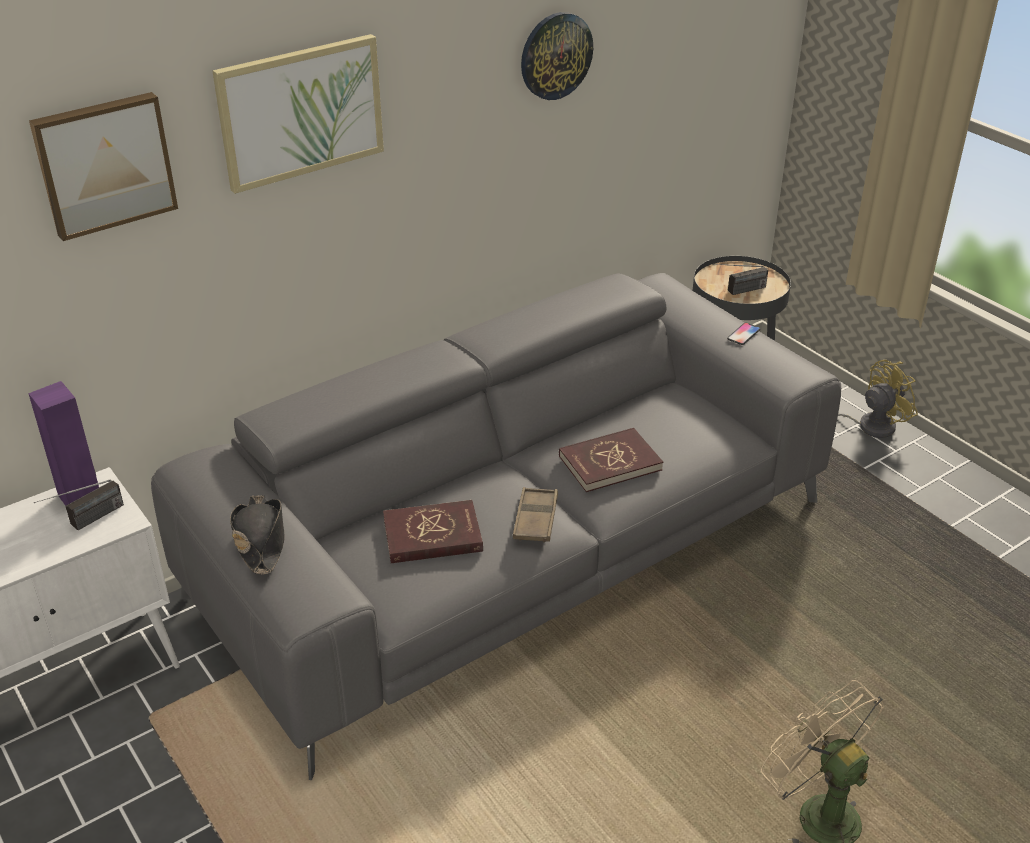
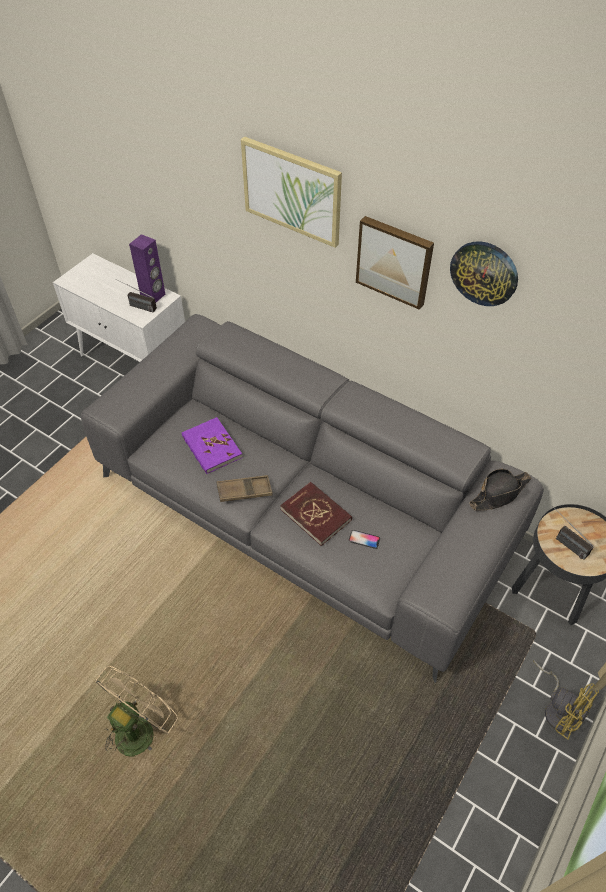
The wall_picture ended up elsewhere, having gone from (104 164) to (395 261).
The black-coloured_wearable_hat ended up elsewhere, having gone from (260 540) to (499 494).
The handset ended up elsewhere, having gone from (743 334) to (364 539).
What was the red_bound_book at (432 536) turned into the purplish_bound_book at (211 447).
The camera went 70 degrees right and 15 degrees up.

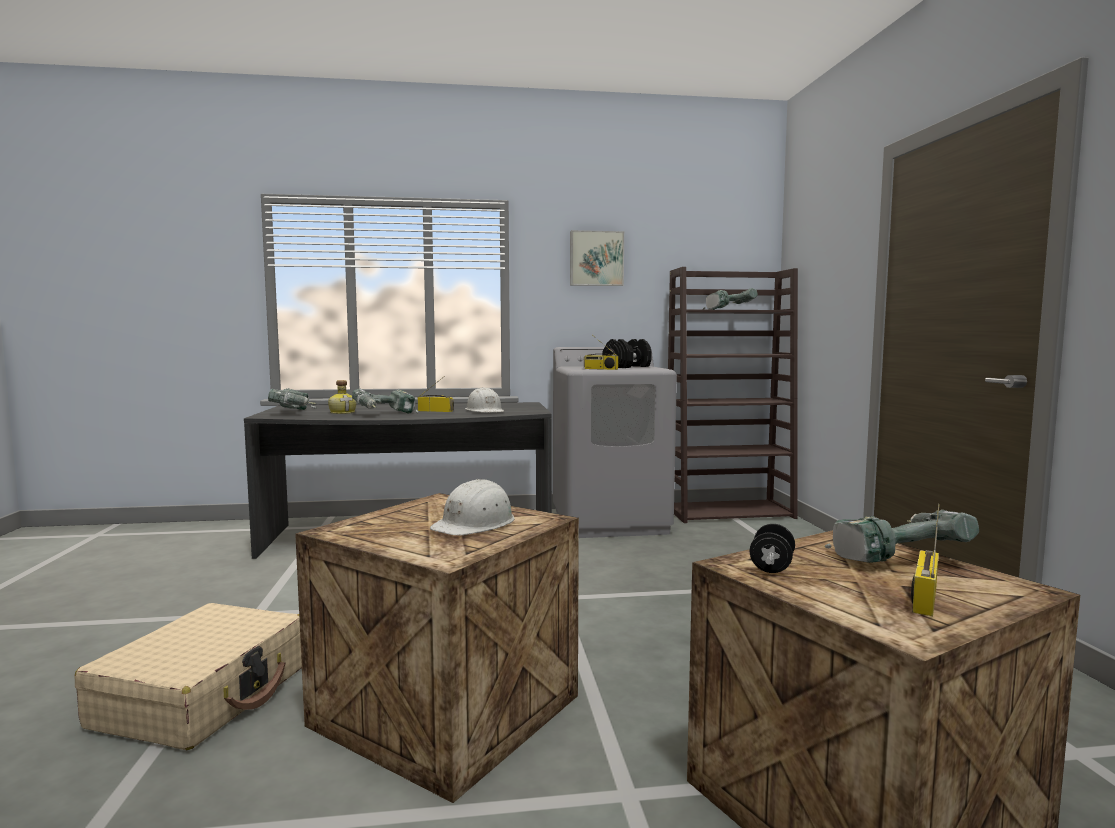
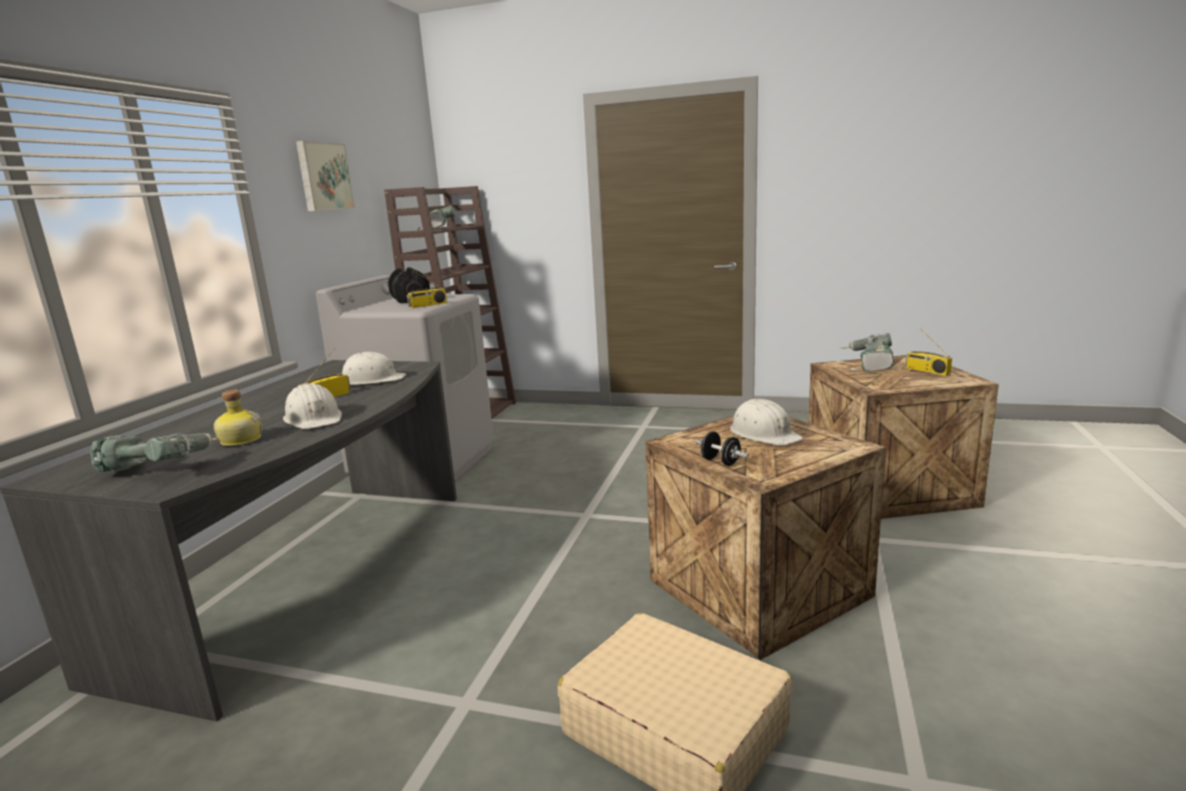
The black-coloured_free_weight ended up elsewhere, having gone from (771 567) to (720 461).
Where the electric_drill stood at (386 414), the whitish_safety_helmet came to stand at (314 418).
The camera went 65 degrees left and 10 degrees up.

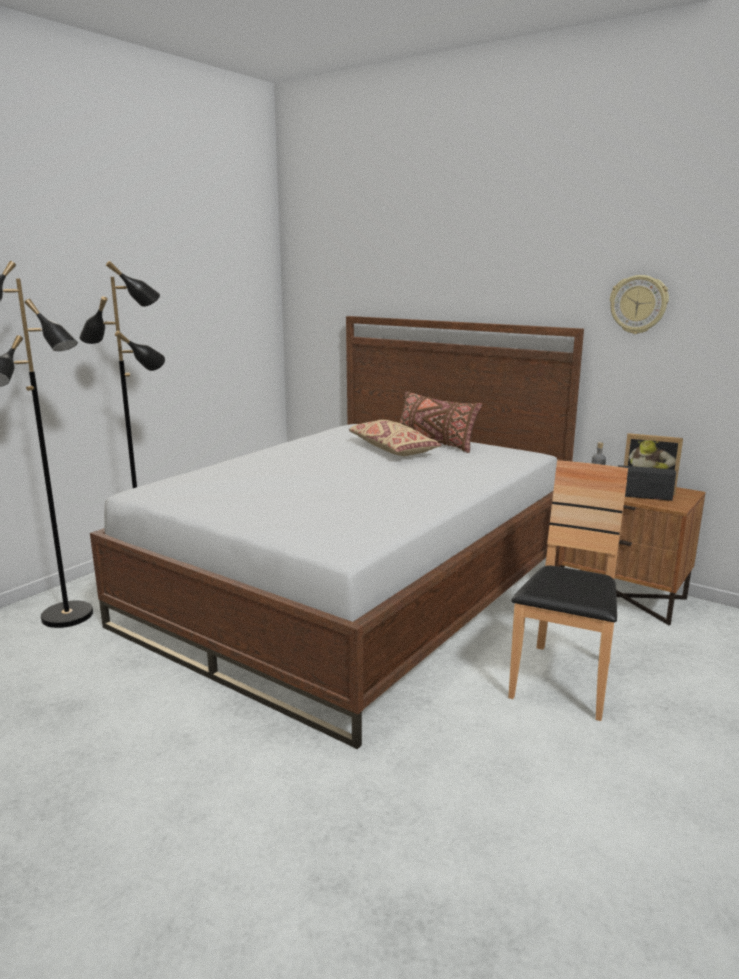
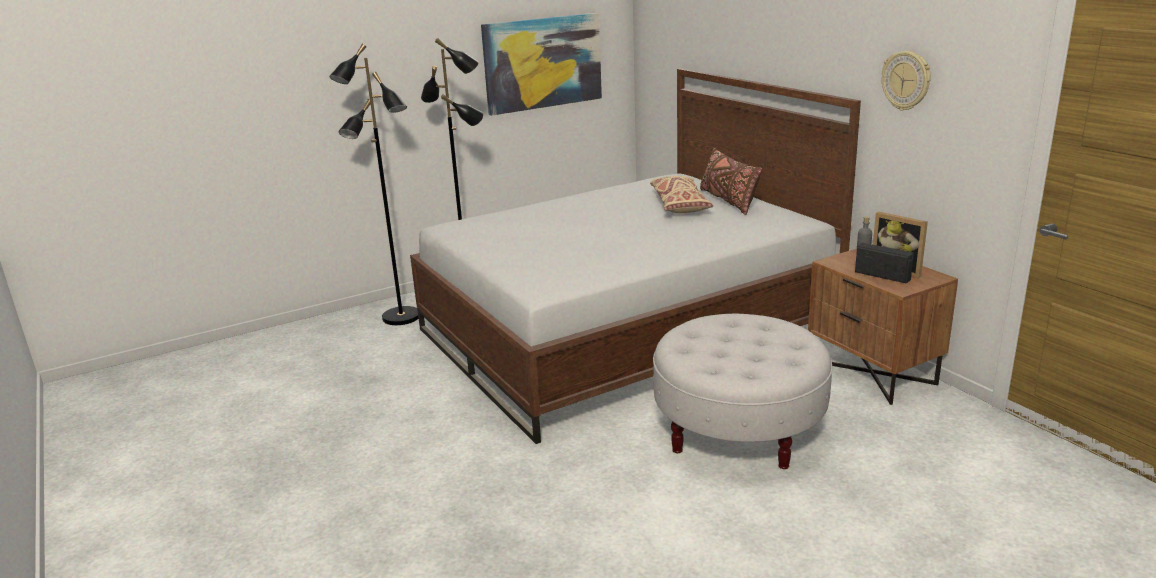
The second view gained the wall_picture at (543 63).
Where the brownish_upright_chair stood at (563 681), the whitish_footrest came to stand at (739 430).
The camera went 25 degrees right and 5 degrees up.

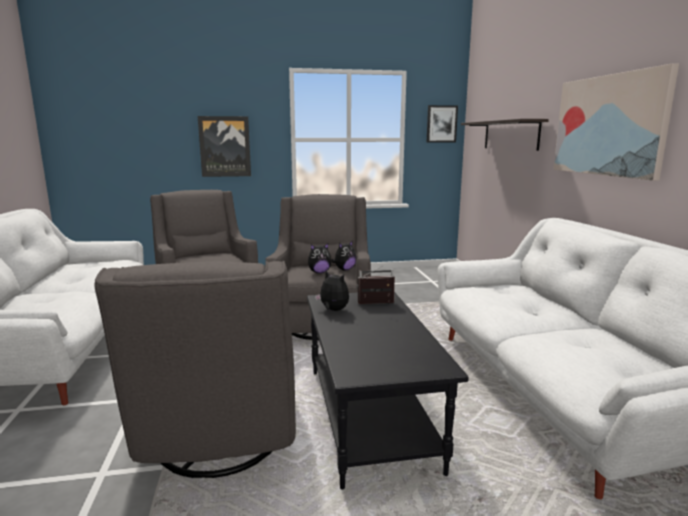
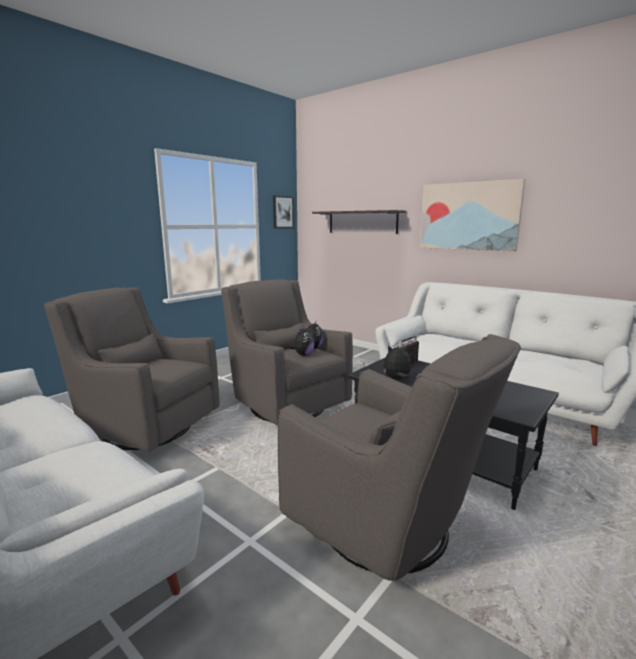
The second view lost the wall_picture at (225 146).
The camera went 40 degrees left and 0 degrees up.

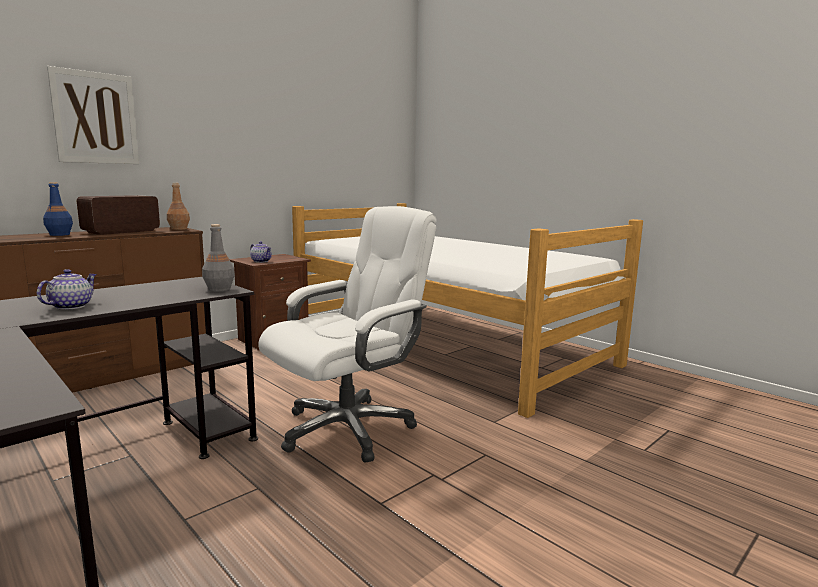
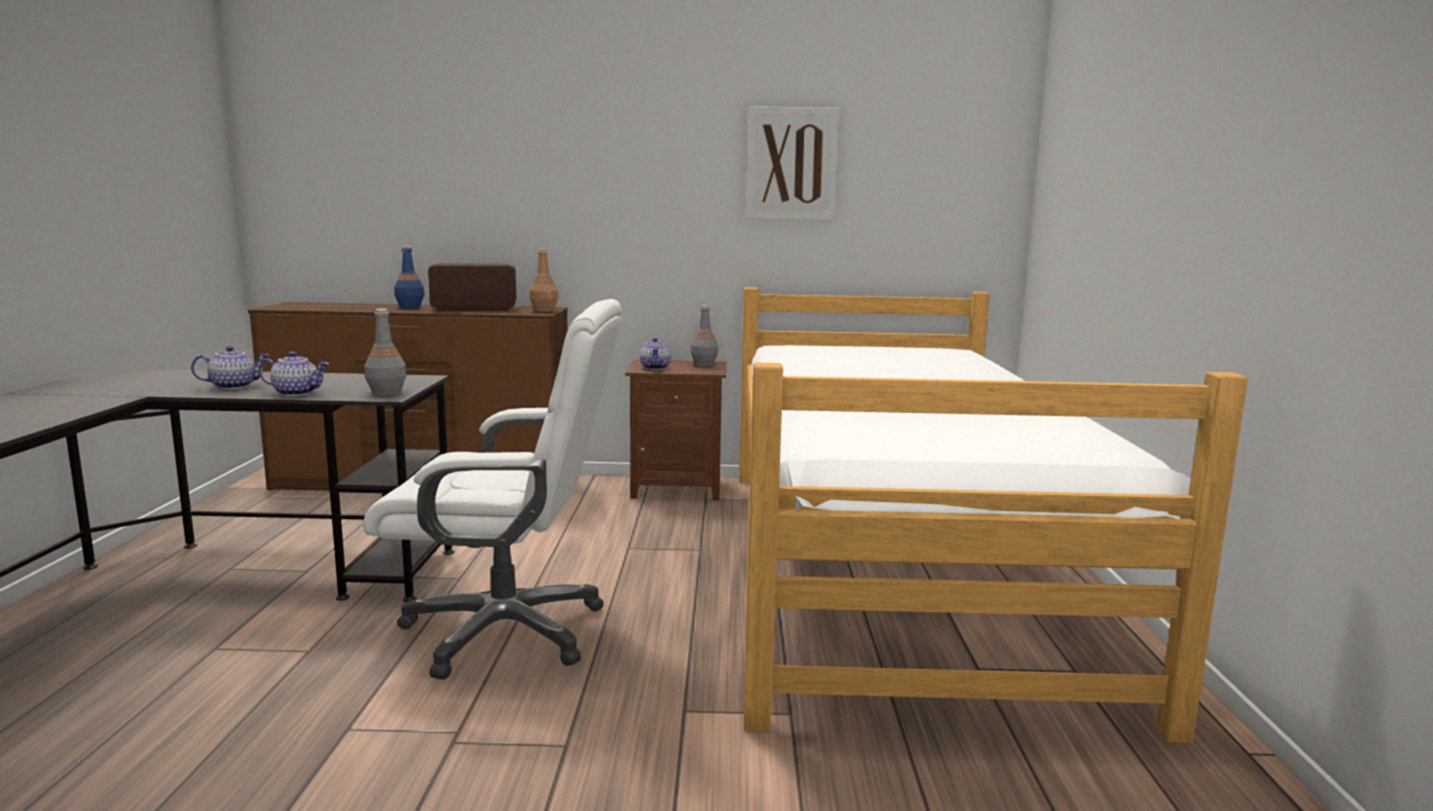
The second view gained the pot_for_tea at (297 393).
The second view gained the gray_bottle at (704 364).
The wall_picture ended up elsewhere, having gone from (95 118) to (792 164).
The camera went 45 degrees right and 0 degrees up.

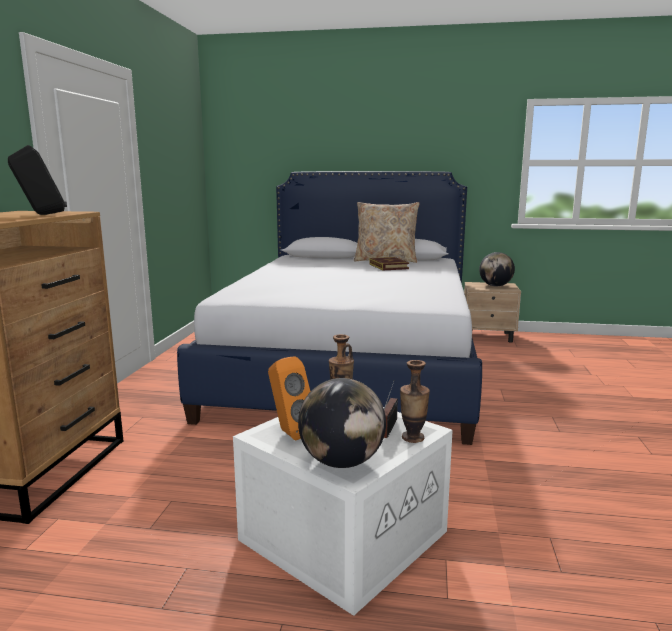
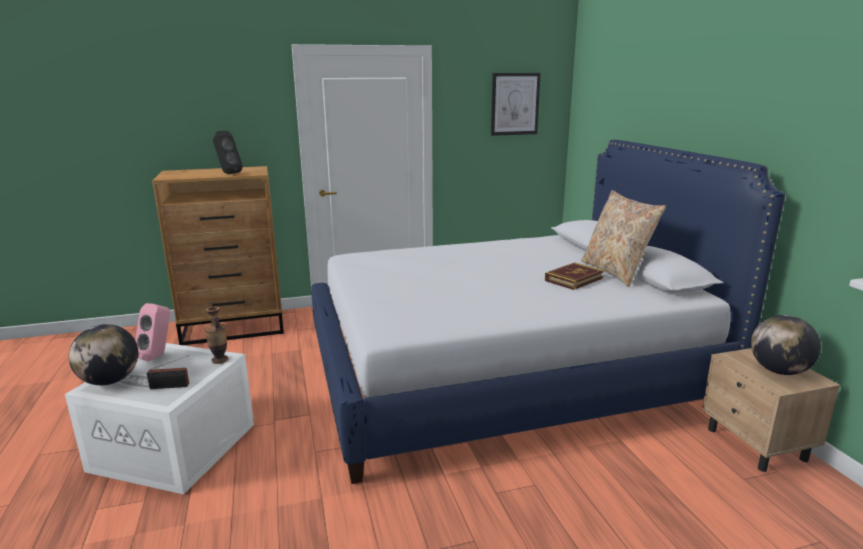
The second view lost the decorative_vase at (413 438).
The second view gained the wall_picture at (515 104).
What was the orangey_audio_speaker at (289 433) turned into the pinkish_audio_speaker at (158 355).
The camera went 65 degrees right and 5 degrees up.

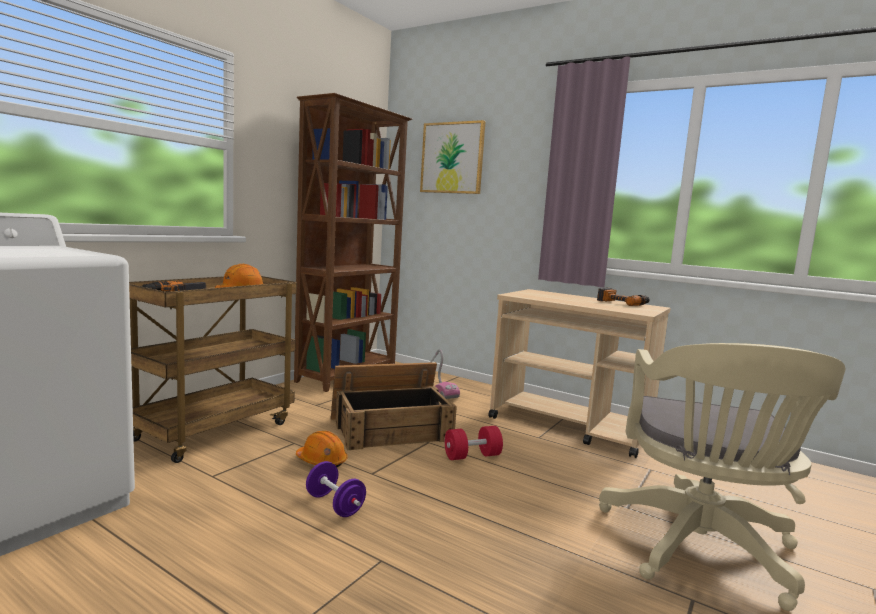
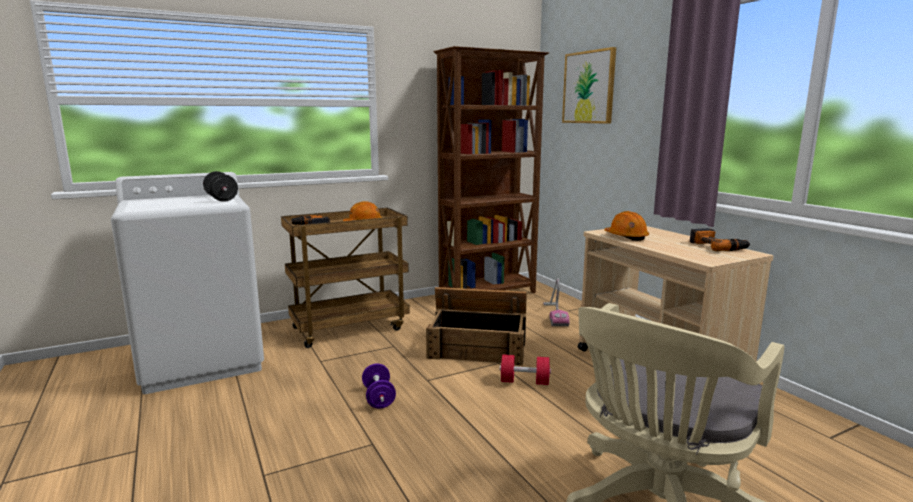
The second view gained the black-coloured_free_weight at (221 199).
The orangey_safety_helmet ended up elsewhere, having gone from (321 461) to (626 237).
The camera went 30 degrees right and 5 degrees up.

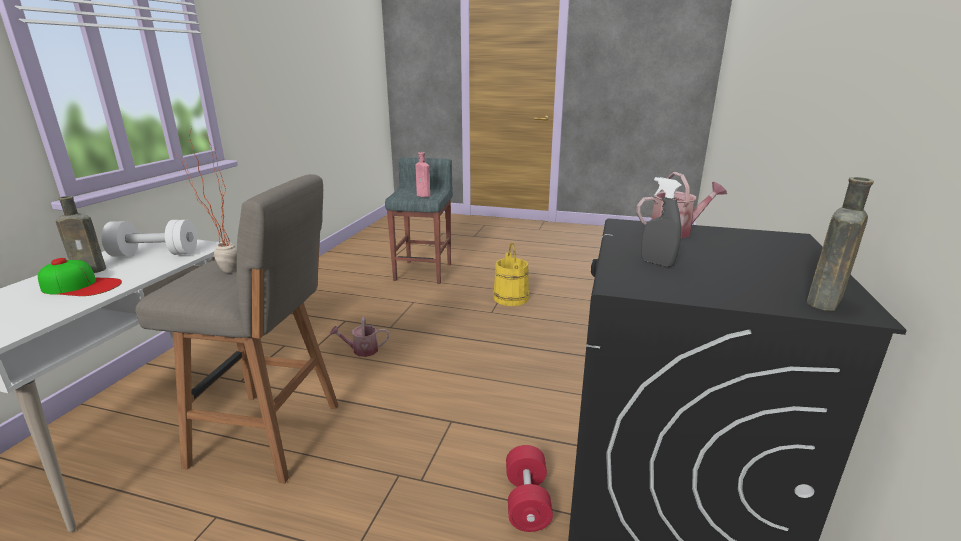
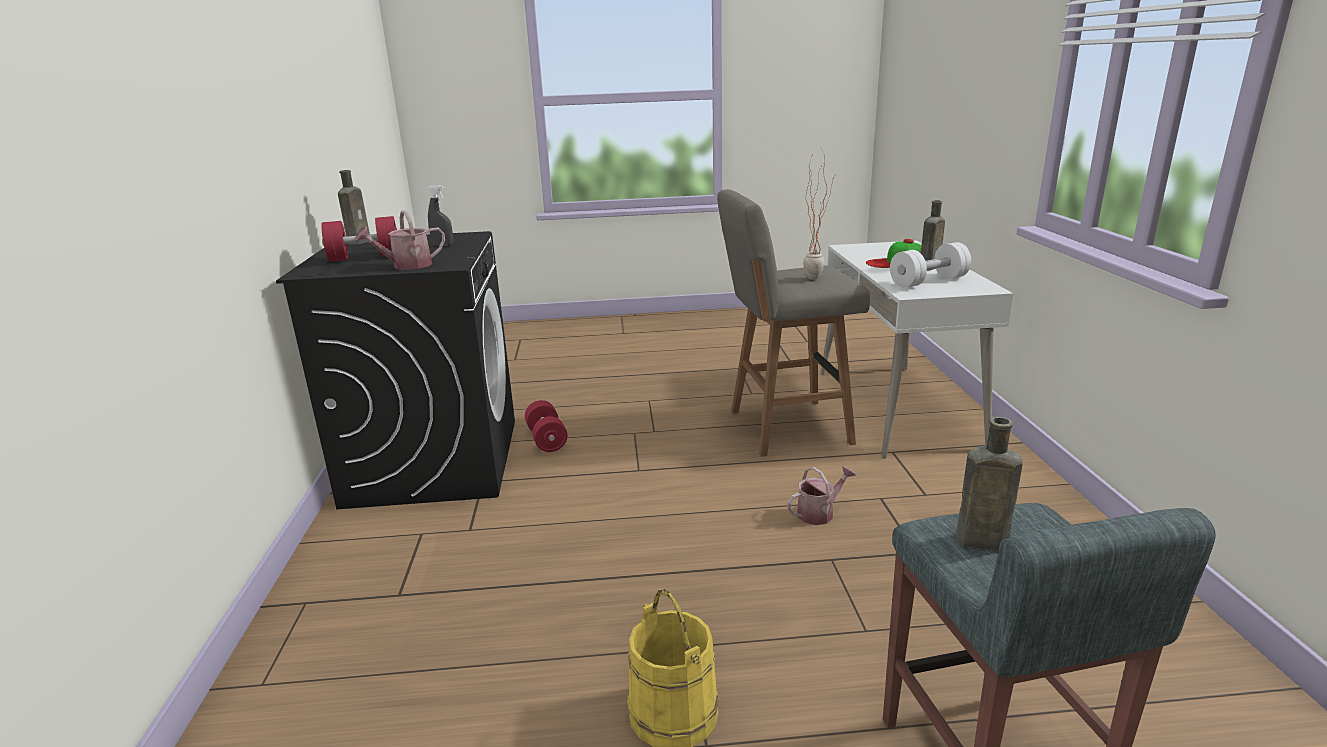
The second view gained the red_free_weight at (365 257).
What was the pinkish_bottle at (424 195) turned into the brownish_bottle at (977 541).
The camera went 160 degrees right and 0 degrees up.

